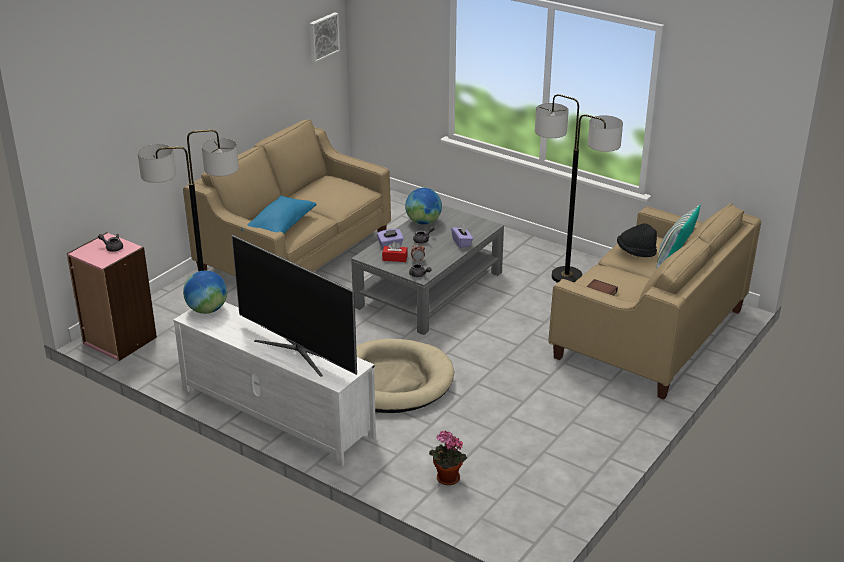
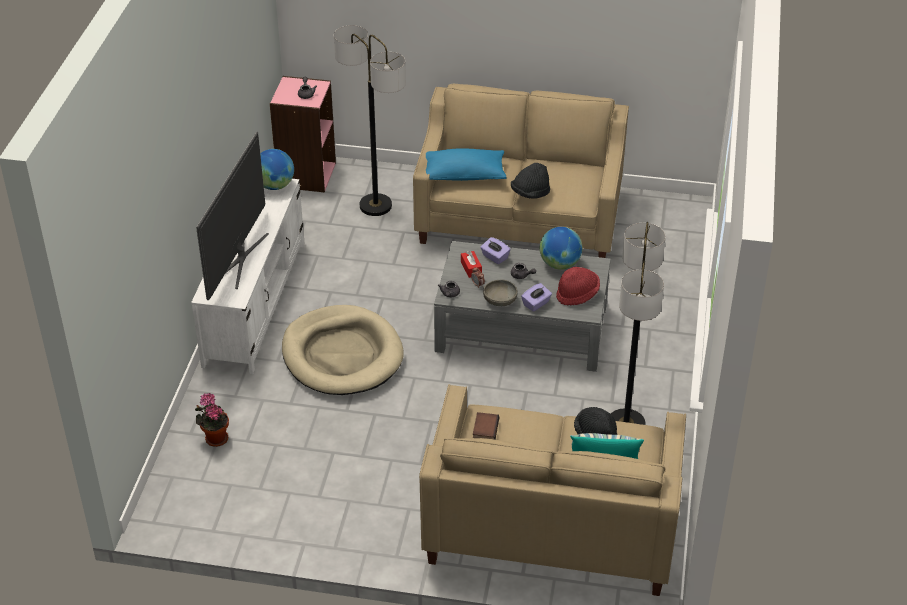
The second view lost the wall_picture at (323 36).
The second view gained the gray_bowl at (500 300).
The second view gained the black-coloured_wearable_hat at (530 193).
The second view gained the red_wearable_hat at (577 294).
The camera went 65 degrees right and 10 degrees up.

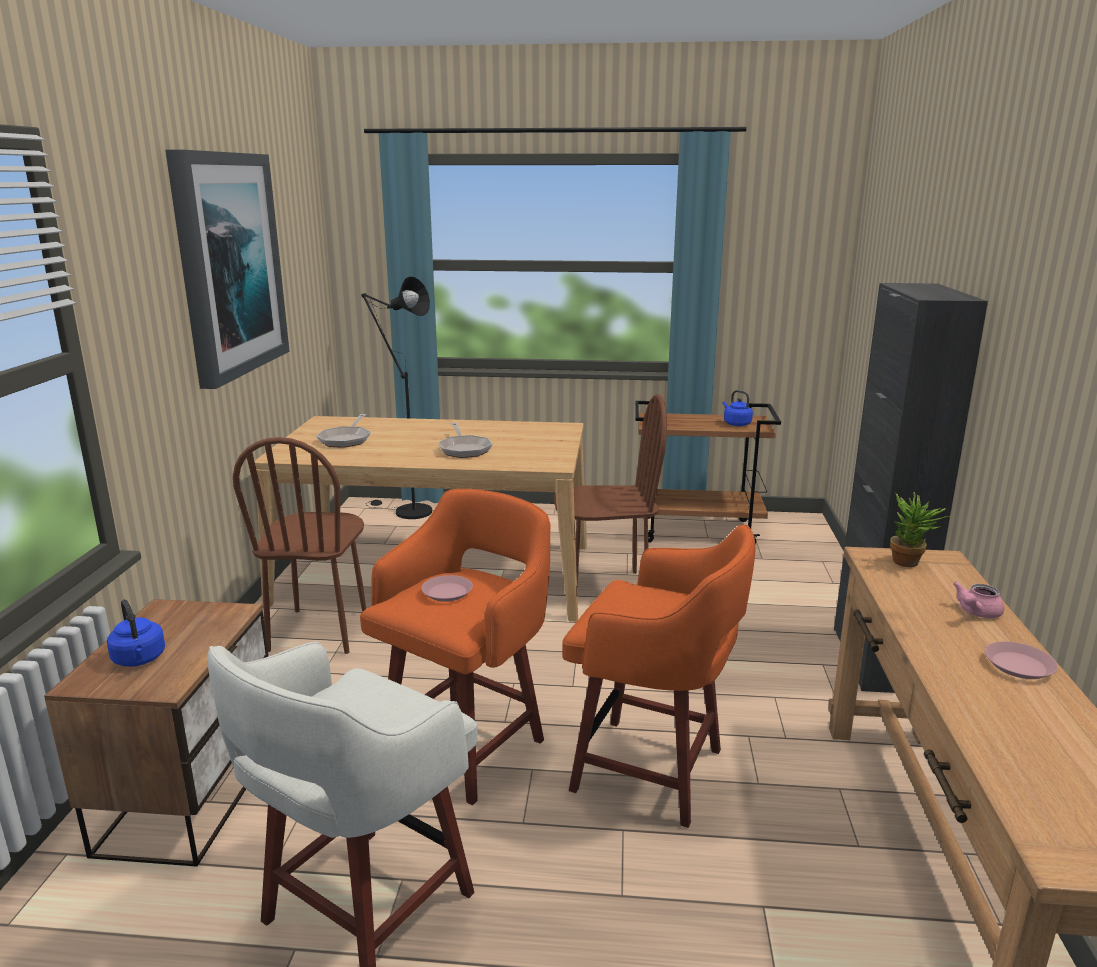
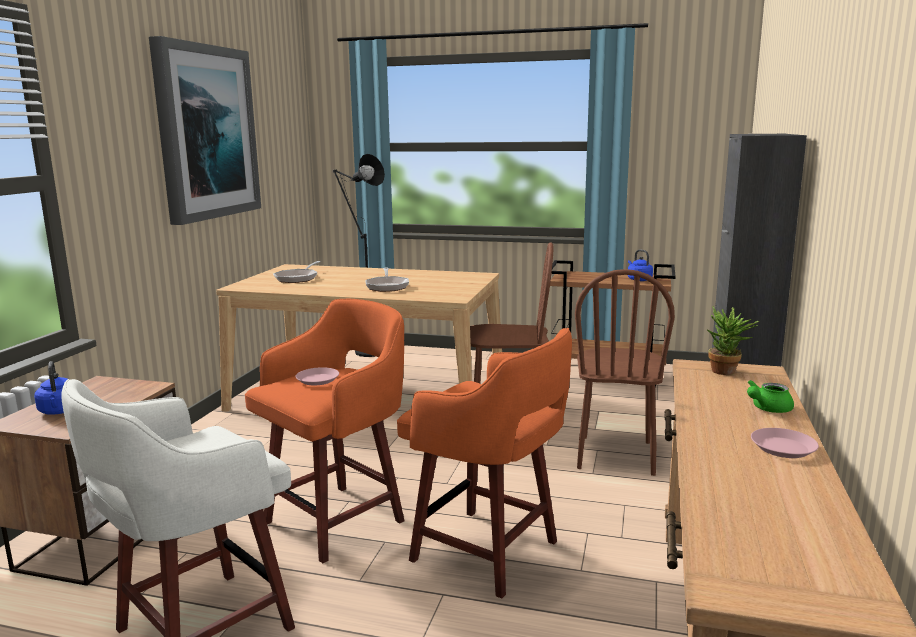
The brownish_upright_chair ended up elsewhere, having gone from (319 631) to (615 455).
What was the pinkish_pot_for_tea at (976 613) turned into the green-coloured_pot_for_tea at (767 409).
The camera went 10 degrees right and 5 degrees down.

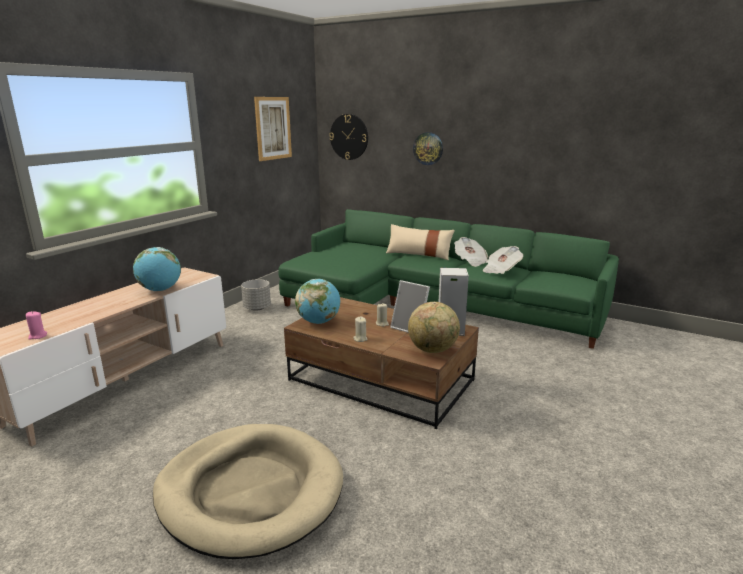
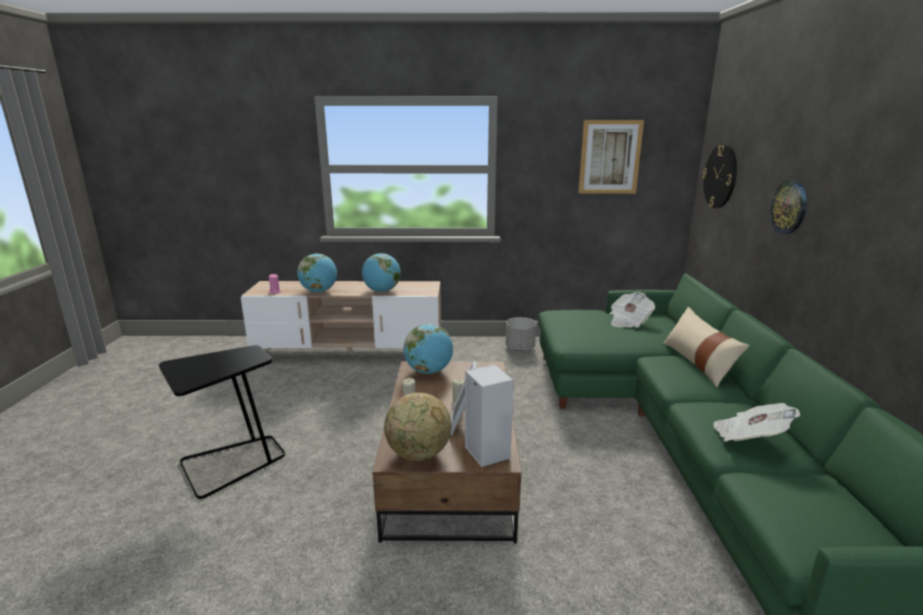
The second view gained the desk_globe at (319 291).
The printed_paper ended up elsewhere, having gone from (470 261) to (628 321).
Where the beige-coloured_pet_bed stood at (250 491), the black-coloured_end_table came to stand at (232 463).
The camera went 60 degrees right and 0 degrees up.

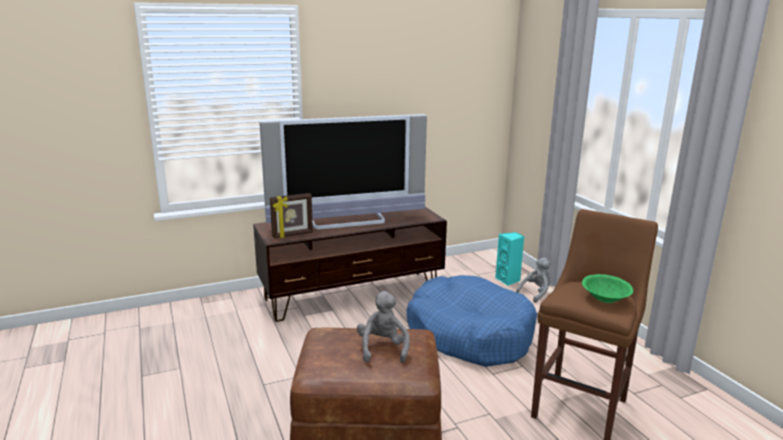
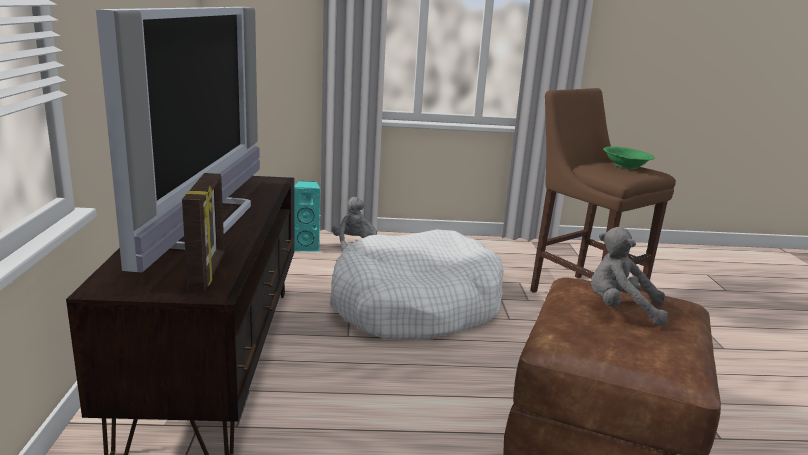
What was the bluish_pet_bed at (469 334) turned into the whitish_pet_bed at (415 305).
The camera went 70 degrees left and 0 degrees up.

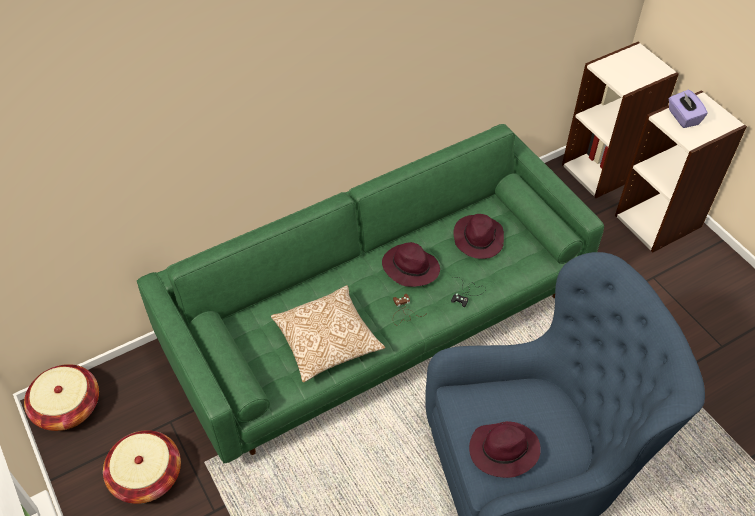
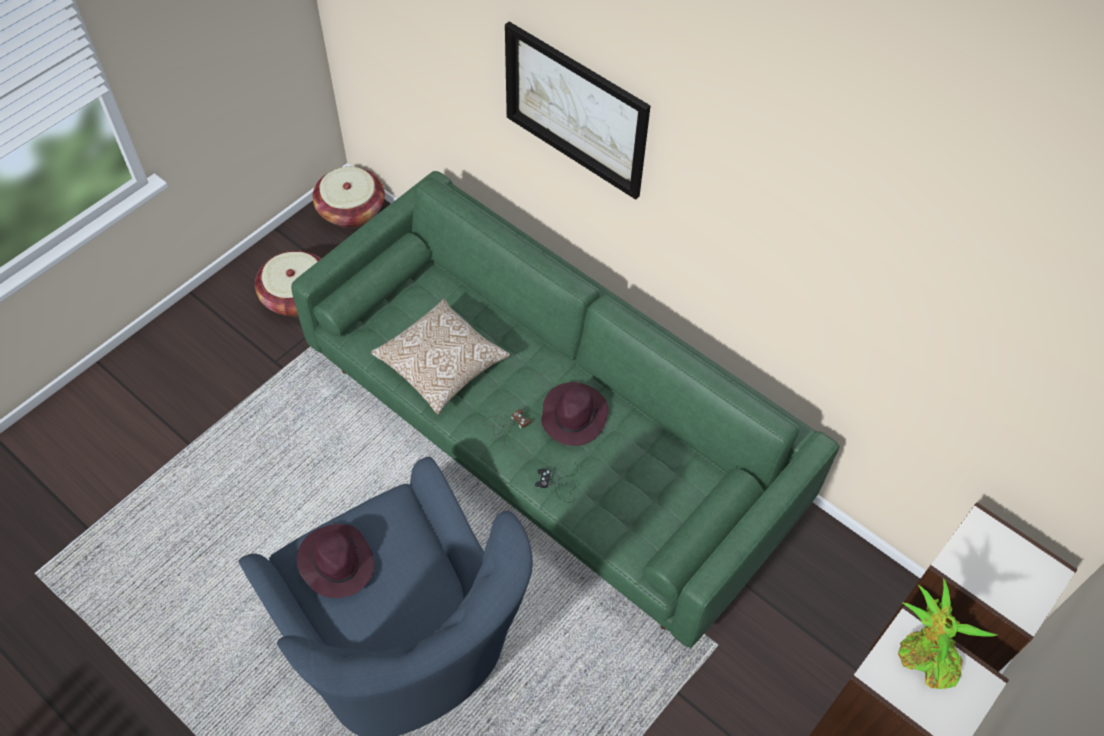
The second view lost the purplish_wearable_hat at (478 238).
The second view gained the wall_picture at (575 110).
Where the purplish_box_of_tissues stood at (683 117), the potted_plant came to stand at (924 657).
The camera went 70 degrees right and 5 degrees up.

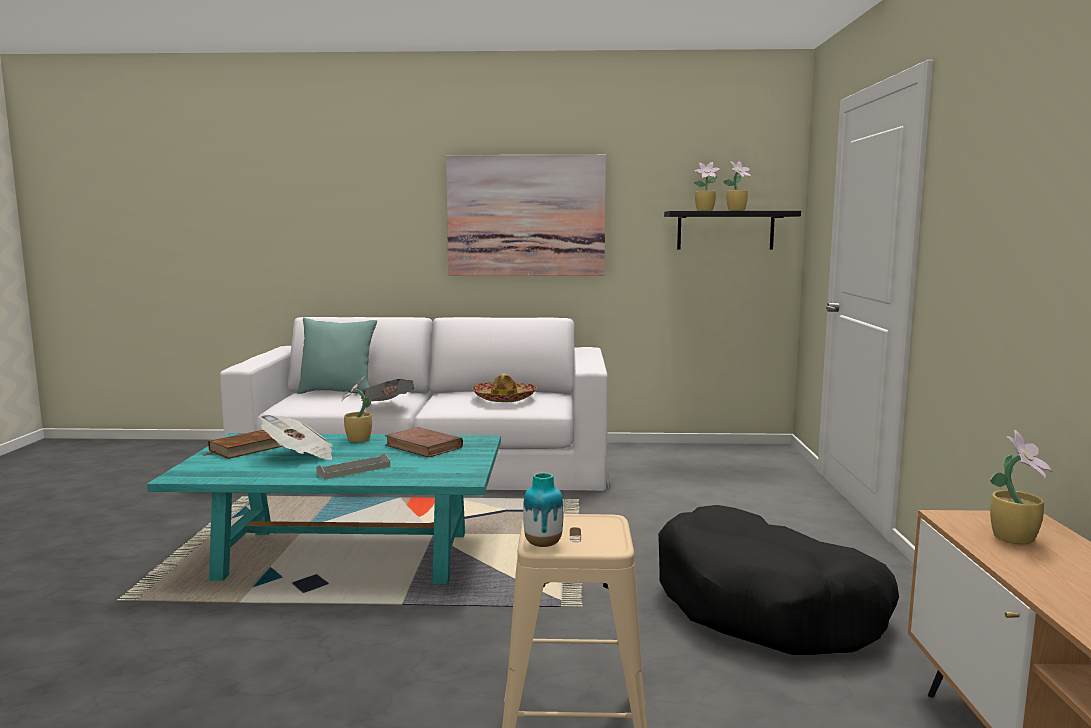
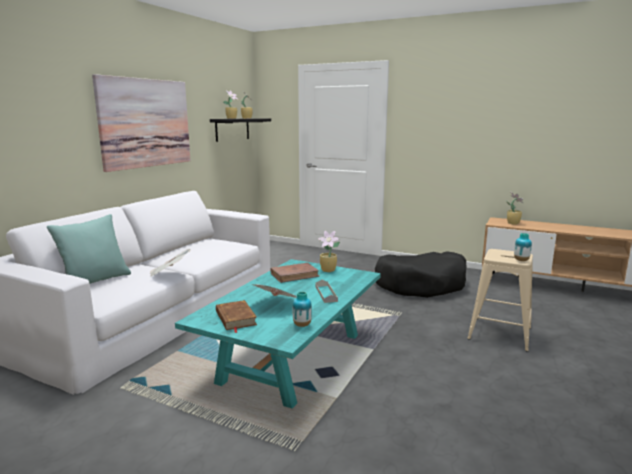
The second view lost the wearable_hat at (504 398).
The second view gained the decorative_vase at (302 325).
The potted_plant ended up elsewhere, having gone from (358 440) to (328 270).
The camera went 65 degrees left and 5 degrees up.

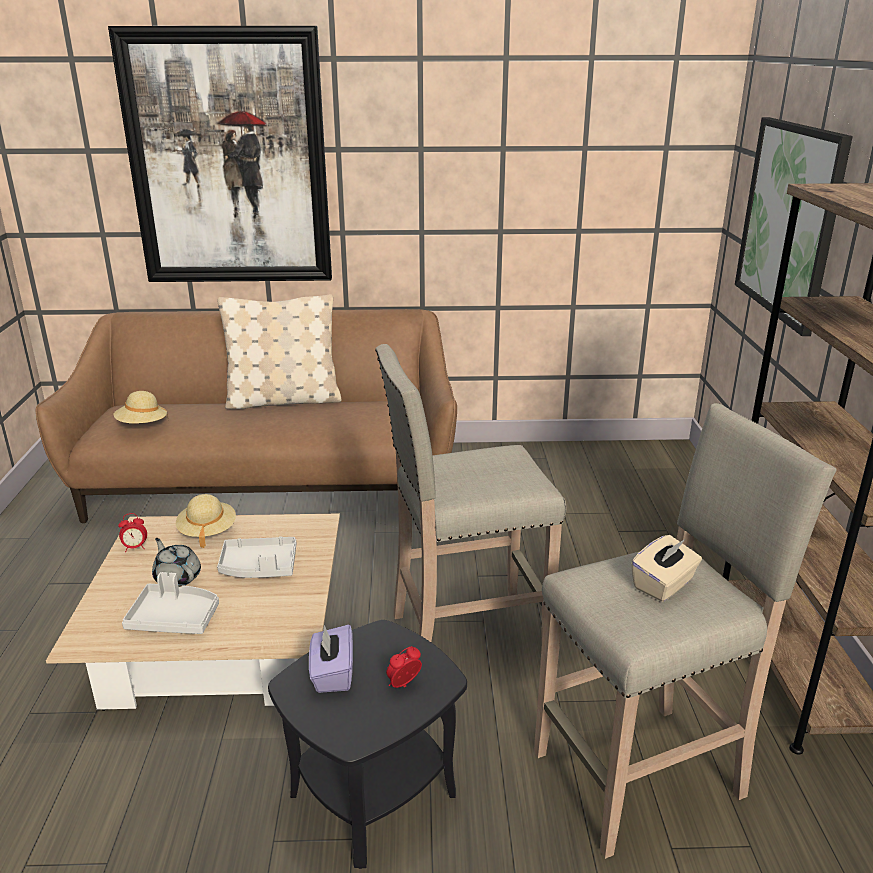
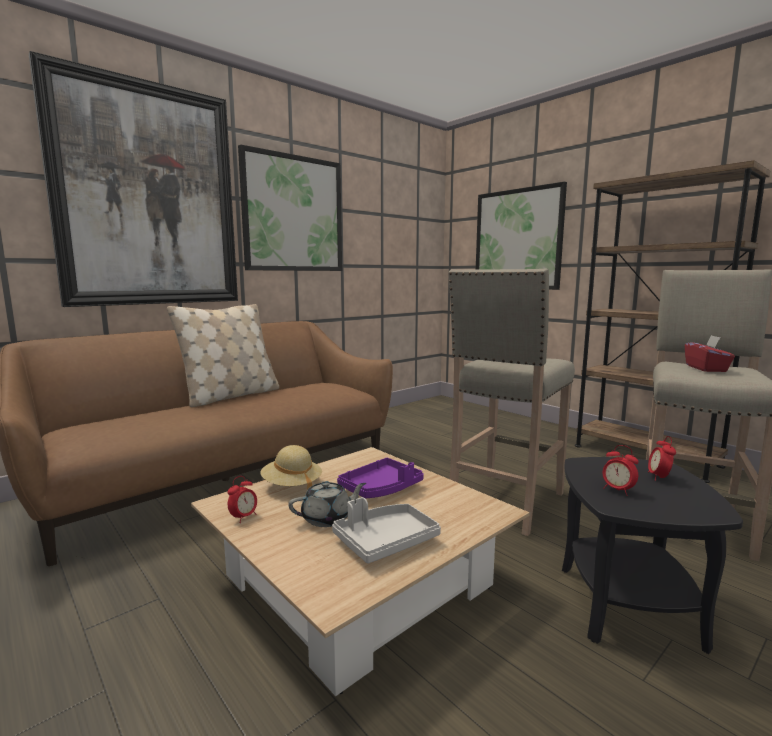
The second view lost the beige-coloured_wearable_hat at (142 425).
The second view gained the wall_picture at (293 214).
Where the purplish_box_of_tissues stood at (332 674), the bedside_clock came to stand at (617 490).
What was the gray_tray at (259 567) turned into the purplish_tray at (381 488).
What was the beige-coloured_box_of_tissues at (663 585) turned into the red_box_of_tissues at (706 369).
The gray_pot_for_tea at (177 577) ended up facing another way, 150 degrees clockwise from before.
The camera went 40 degrees left and 15 degrees down.

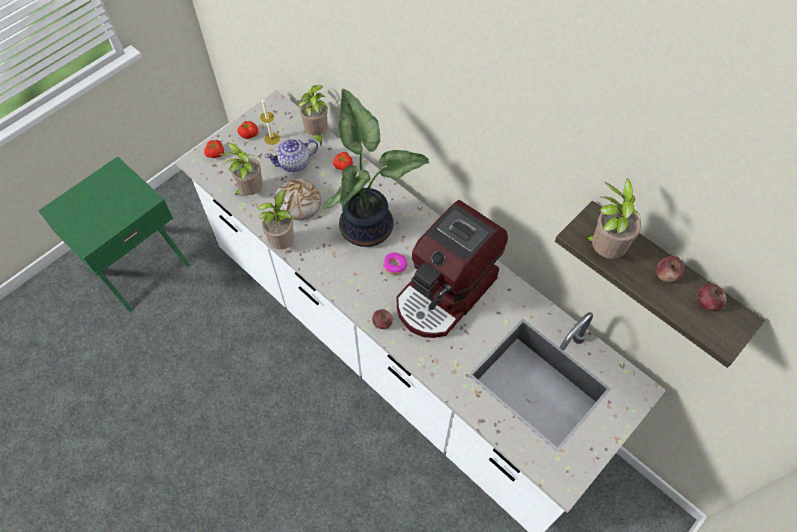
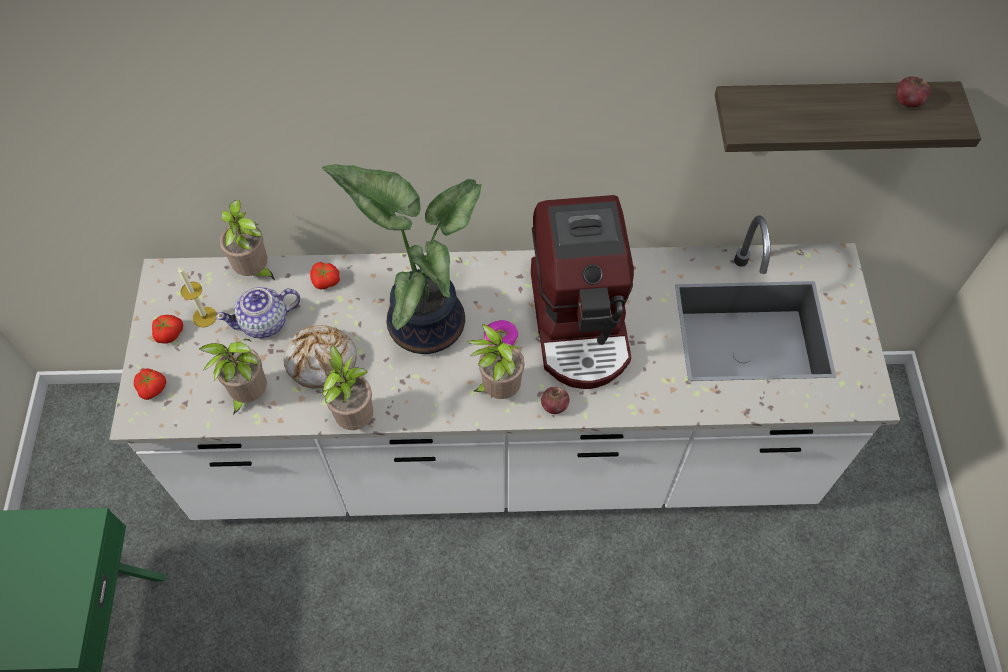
The second view lost the apple at (666 275).
The potted_plant ended up elsewhere, having gone from (603 250) to (498 389).
The pot_for_tea at (294 163) ended up facing another way, 45 degrees clockwise from before.
The camera went 45 degrees left and 0 degrees up.

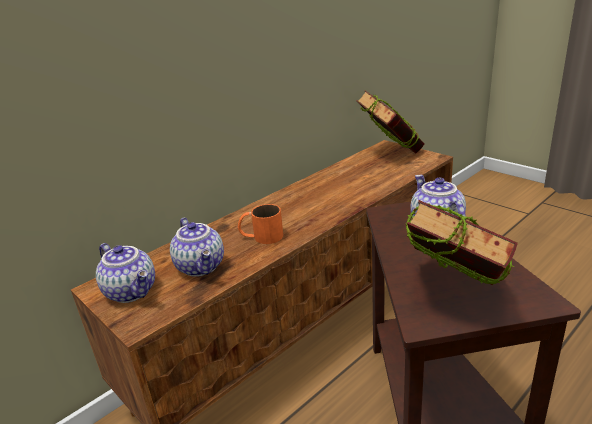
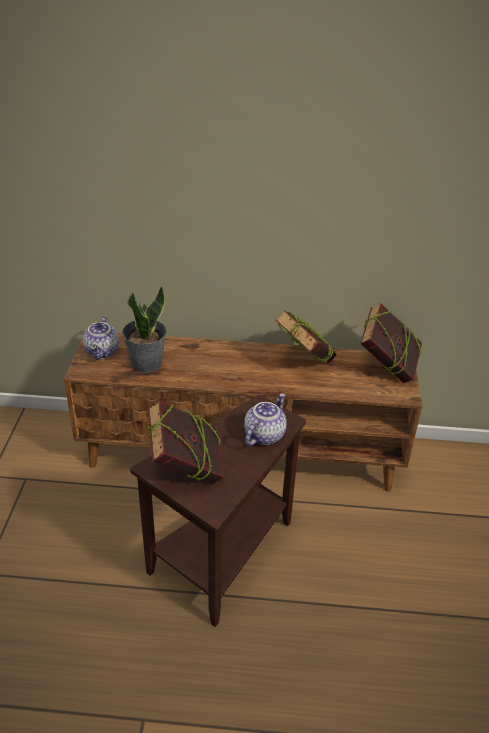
The second view lost the orangey_coffee_mug at (261 237).
The second view gained the bound_book at (304 363).
Where the pot_for_tea stood at (202 266), the potted_plant came to stand at (146 363).
The camera went 45 degrees right and 10 degrees up.

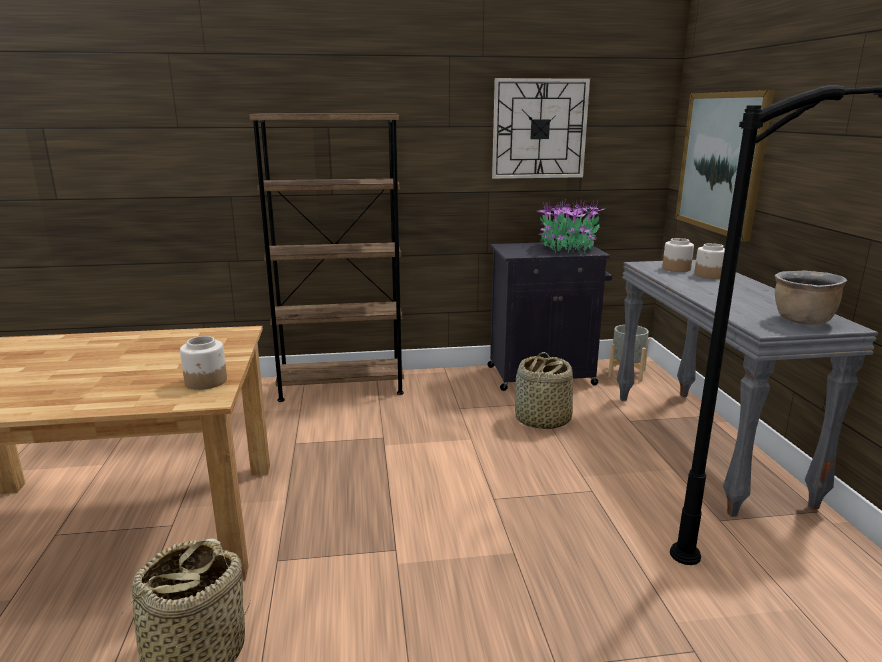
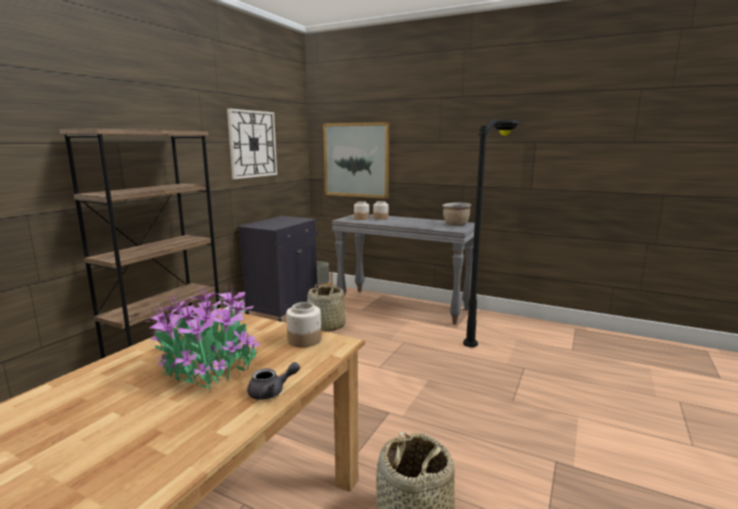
The second view gained the gray_pot_for_tea at (271 392).
The potted_plant ended up elsewhere, having gone from (568 248) to (210 367).
The camera went 55 degrees left and 5 degrees down.

